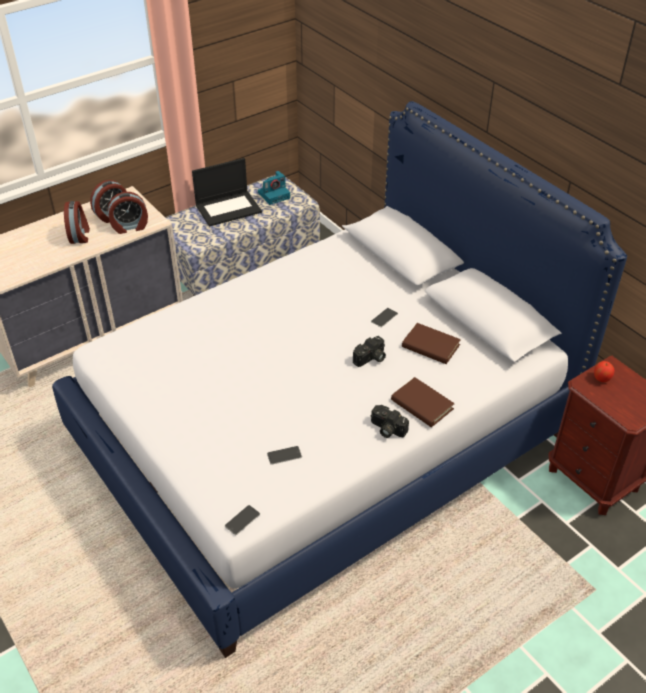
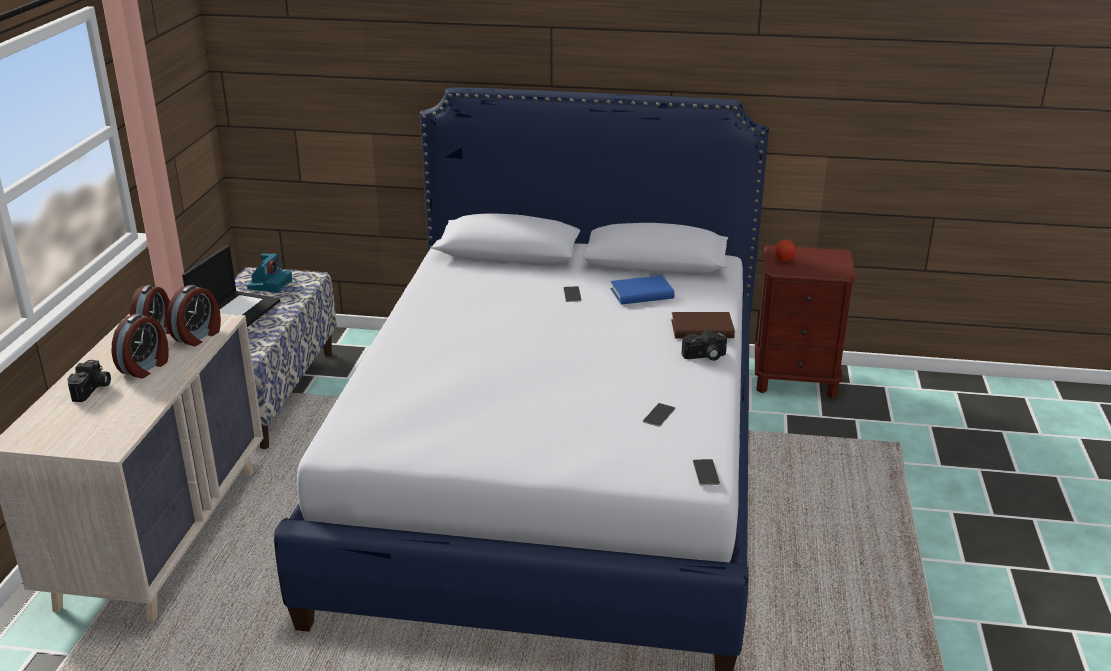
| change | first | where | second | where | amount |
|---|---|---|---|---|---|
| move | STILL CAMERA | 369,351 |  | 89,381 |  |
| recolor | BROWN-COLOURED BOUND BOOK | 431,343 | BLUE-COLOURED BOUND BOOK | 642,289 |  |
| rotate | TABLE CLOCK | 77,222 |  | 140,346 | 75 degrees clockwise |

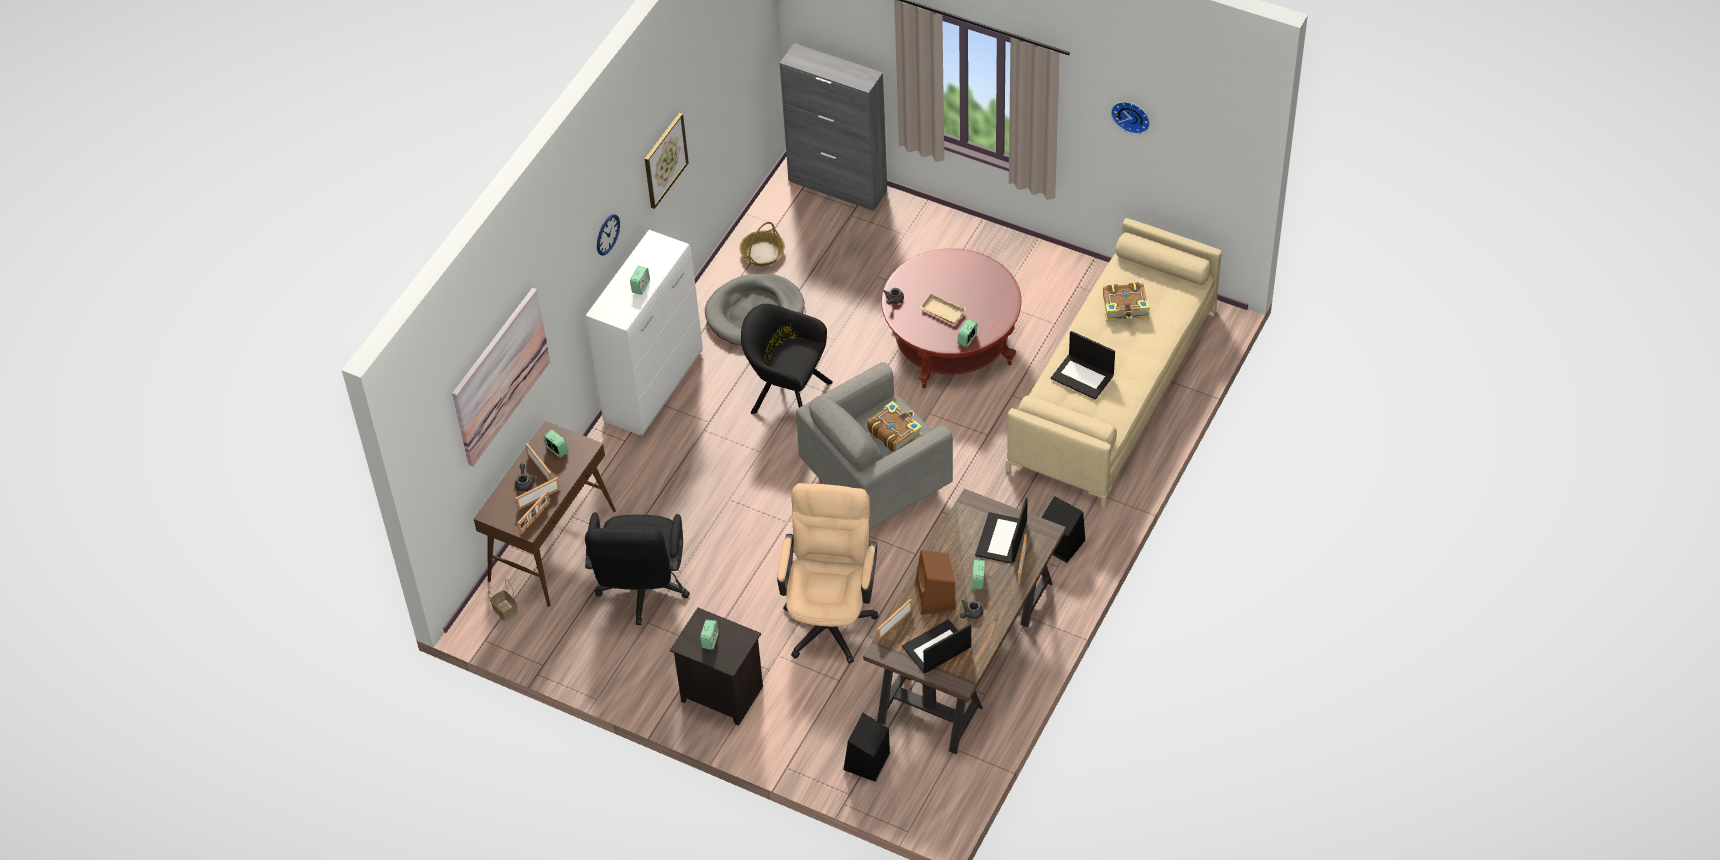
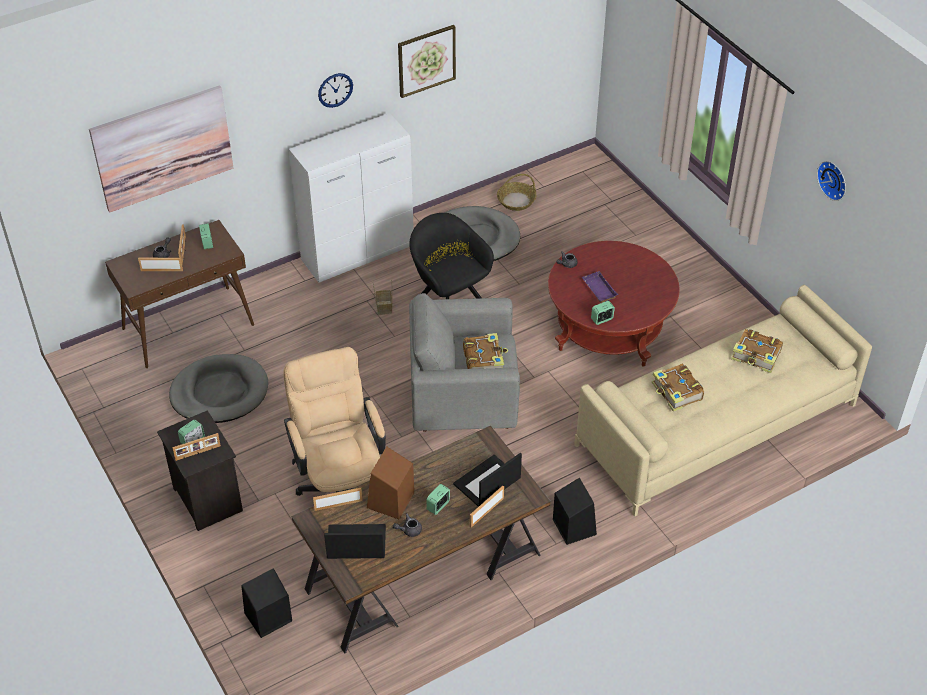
| change | first | where | second | where | amount |
|---|---|---|---|---|---|
| delete | TABLE CLOCK | 640,280 |  |  |  |
| delete | GREY CABINET | 833,127 |  |  |  |
| move | STORAGE BASKET | 503,600 |  | 383,297 |  |
| move | PHOTO FRAME | 533,513 |  | 196,447 |  |
| replace | BLACK COMPUTER CHAIR | 637,568 | GREY PET BED | 218,388 |  |
| replace | NOTEBOOK COMPUTER | 1083,365 | BOUND BOOK | 678,388 |  |
| recolor | SAND-COLOURED TRAY | 942,308 | PURPLE-COLOURED TRAY | 600,287 |  |
| rotate | SAND-COLOURED COMPUTER CHAIR | 827,573 |  | 334,421 | 60 degrees counterclockwise |

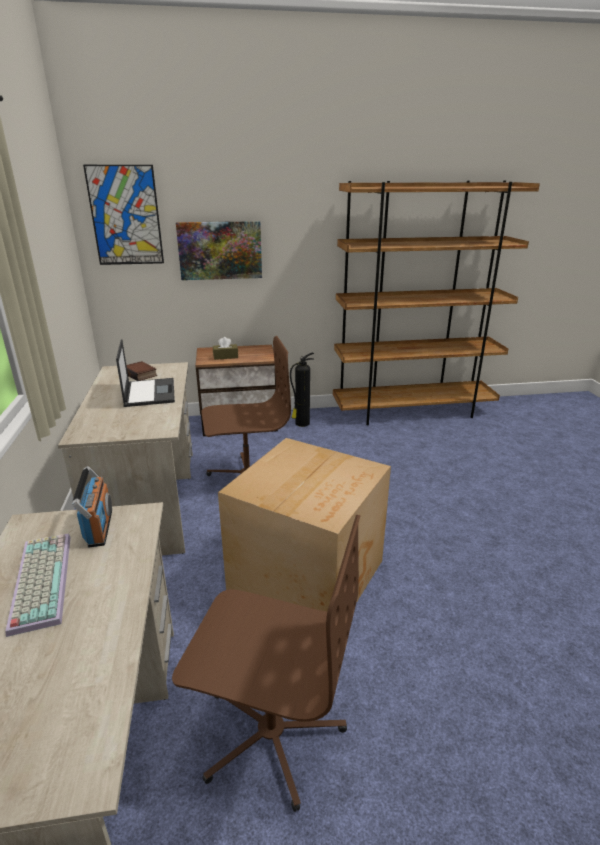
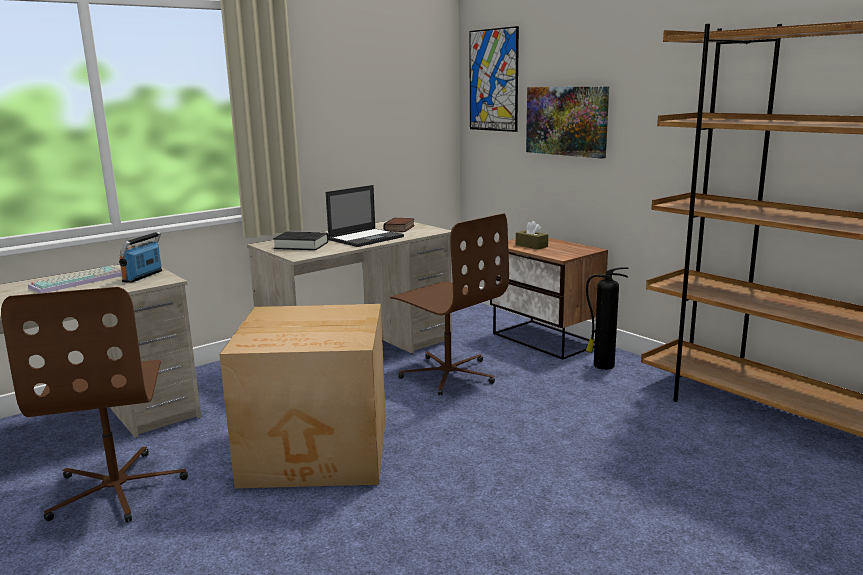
| change | first | where | second | where | amount |
|---|---|---|---|---|---|
| insert |  |  | BLACK BOUND BOOK | 300,241 |  |
| rotate | RADIO SET | 92,506 |  | 140,257 | 150 degrees clockwise |

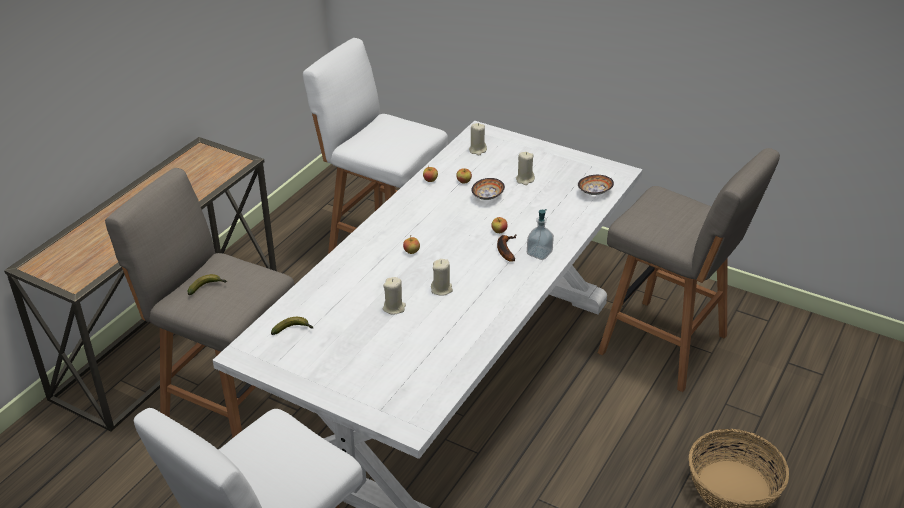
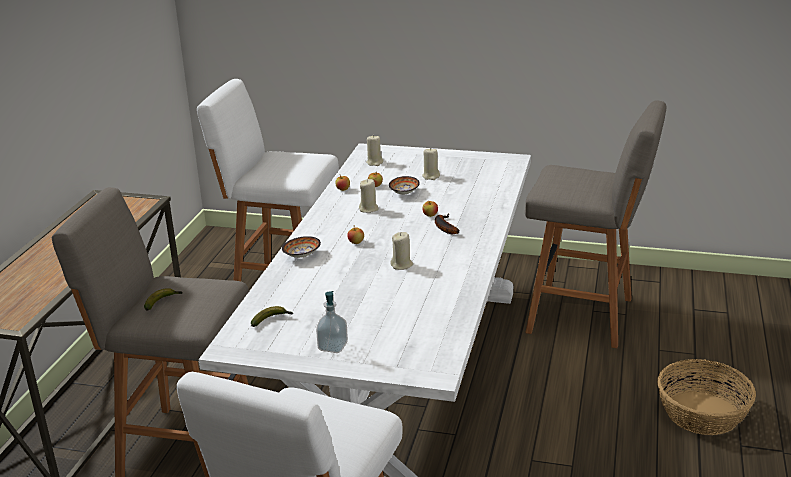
| change | first | where | second | where | amount |
|---|---|---|---|---|---|
| move | SAND-COLOURED CANDLE | 394,296 |  | 369,196 |  |
| move | SOAP BOTTLE | 540,234 |  | 332,322 |  |
| move | BOWL | 596,185 |  | 301,247 |  |

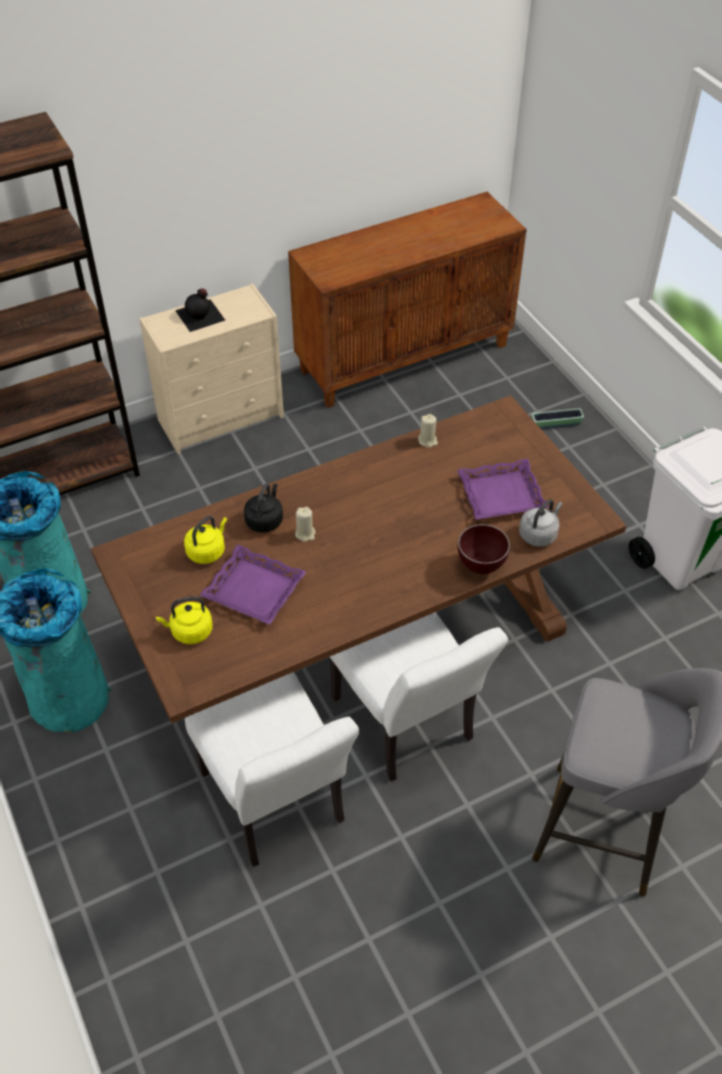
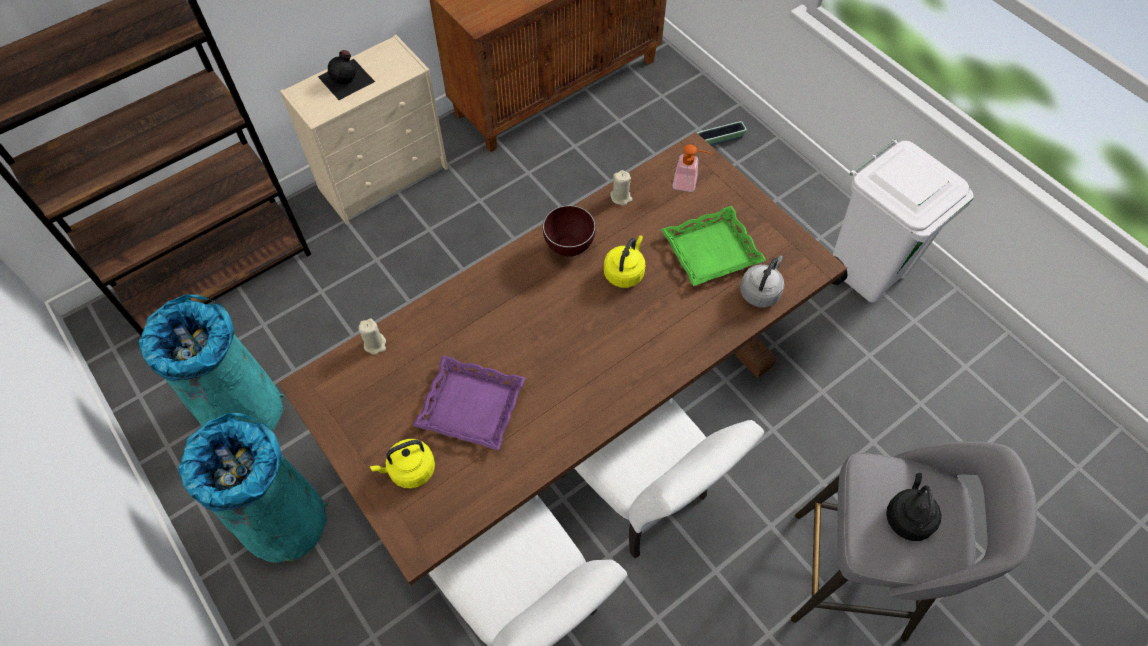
| change | first | where | second | where | amount |
|---|---|---|---|---|---|
| insert |  |  | SOAP BOTTLE | 692,168 |  |
| move | YELLOW-COLOURED WATER KETTLE | 205,540 |  | 624,262 |  |
| move | BLACK WATER KETTLE | 263,508 |  | 913,507 |  |
| move | SAND-COLOURED CANDLE | 305,524 |  | 372,336 |  |
| move | BROWN-COLOURED BOWL | 484,549 |  | 569,231 |  |
| recolor | PURPLE-COLOURED TRAY | 503,489 | GREEN-COLOURED TRAY | 713,246 |  |

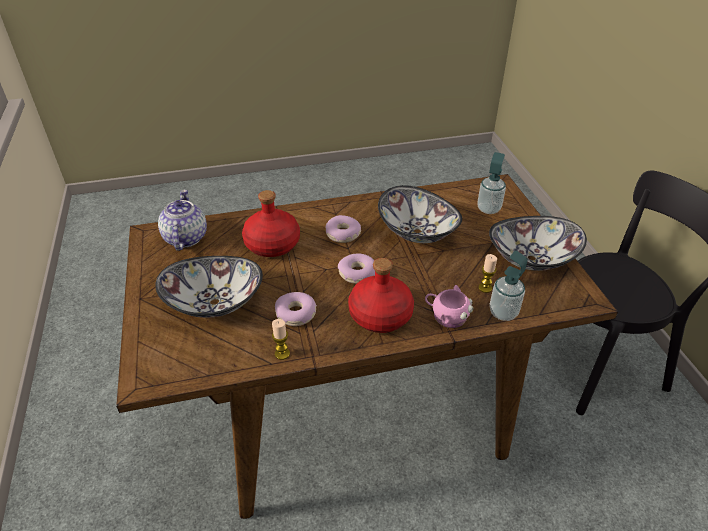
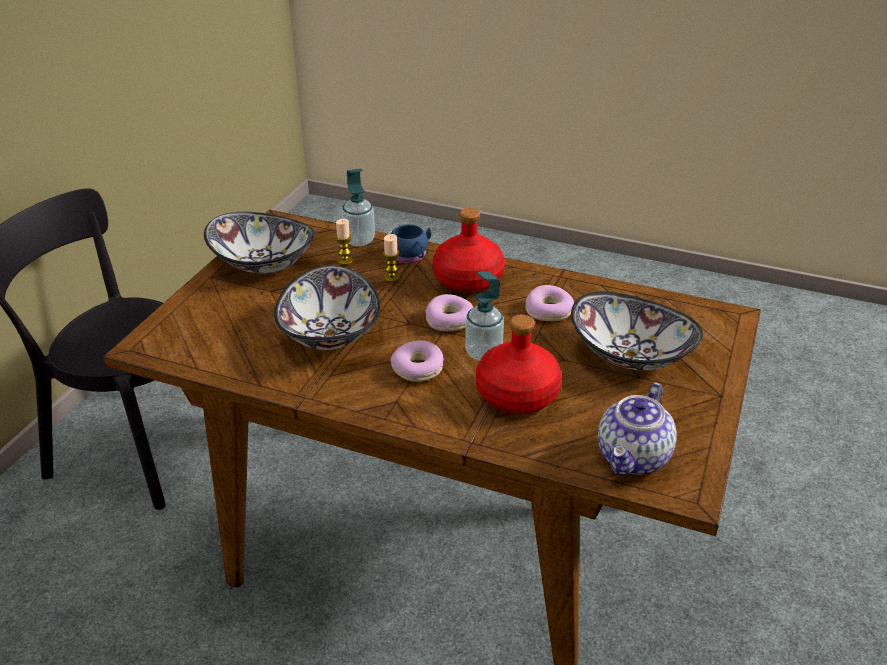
| change | first | where | second | where | amount |
|---|---|---|---|---|---|
| move | CANDLE | 281,339 |  | 391,258 |  |
| move | SOAP BOTTLE | 491,183 |  | 484,316 |  |
| recolor | PINK-COLOURED TEA MUG | 449,306 | BLUE-COLOURED TEA MUG | 409,243 |  |

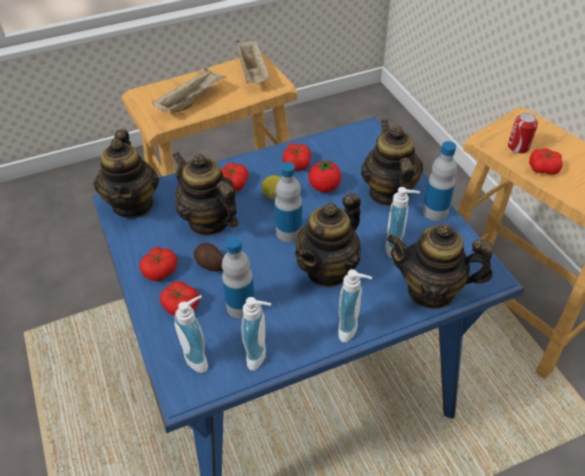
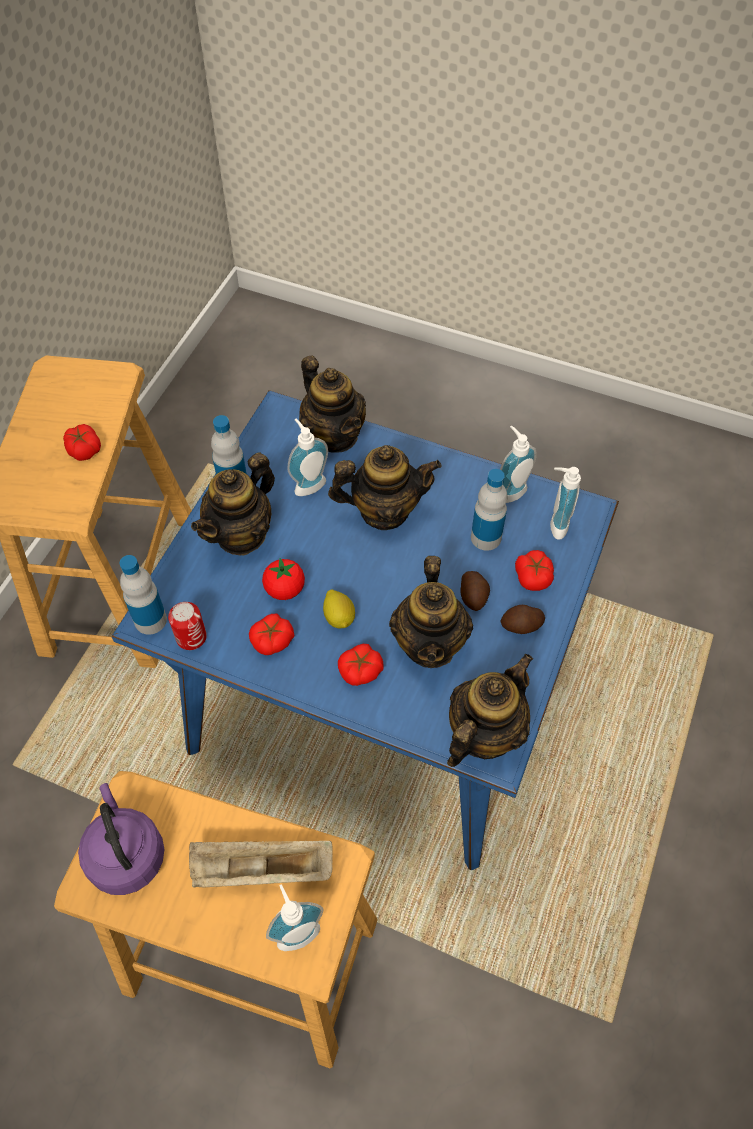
| change | first | where | second | where | amount |
|---|---|---|---|---|---|
| move | BEVERAGE BOTTLE | 288,202 |  | 143,595 |  |
| move | SOAP BOTTLE | 355,306 |  | 294,917 |  |
| move | SEALED CAN | 523,133 |  | 187,626 |  |
| replace | TOMATO | 158,264 | SPUD | 523,619 |  |
| replace | SAND-COLOURED TRAY | 253,61 | PURPLE-COLOURED WATER KETTLE | 121,839 |  |

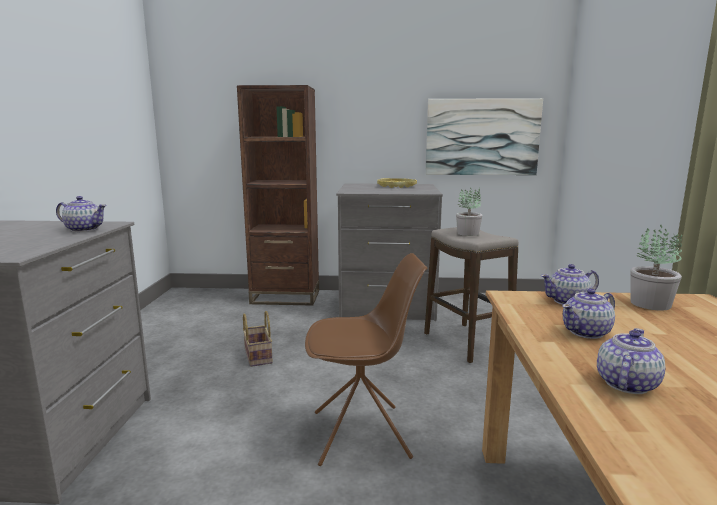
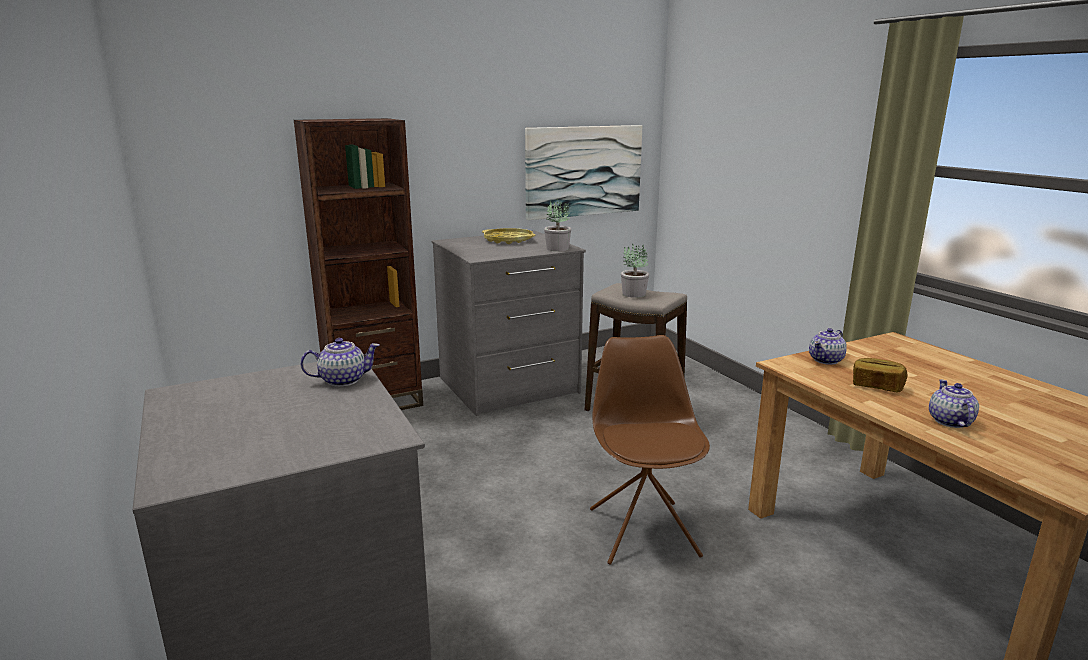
| change | first | where | second | where | amount |
|---|---|---|---|---|---|
| delete | STORAGE BASKET | 258,339 |  |  |  |
| move | PLANT IN A POT | 656,267 |  | 557,225 |  |
| replace | TEA POT | 588,314 | BAKERY BREAD | 880,375 |  |
| rotate | BROWN-COLOURED PLAIN CHAIR | 366,359 |  | 650,450 | 60 degrees counterclockwise |

